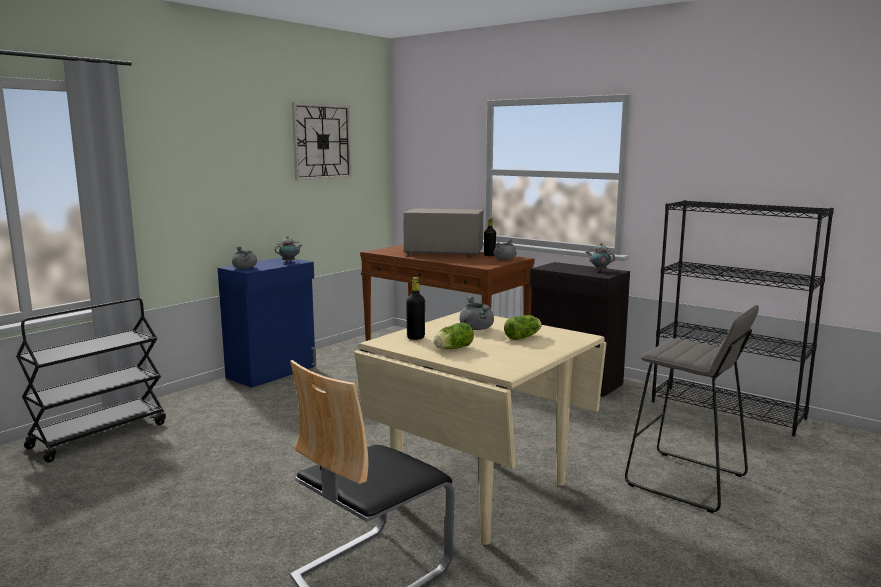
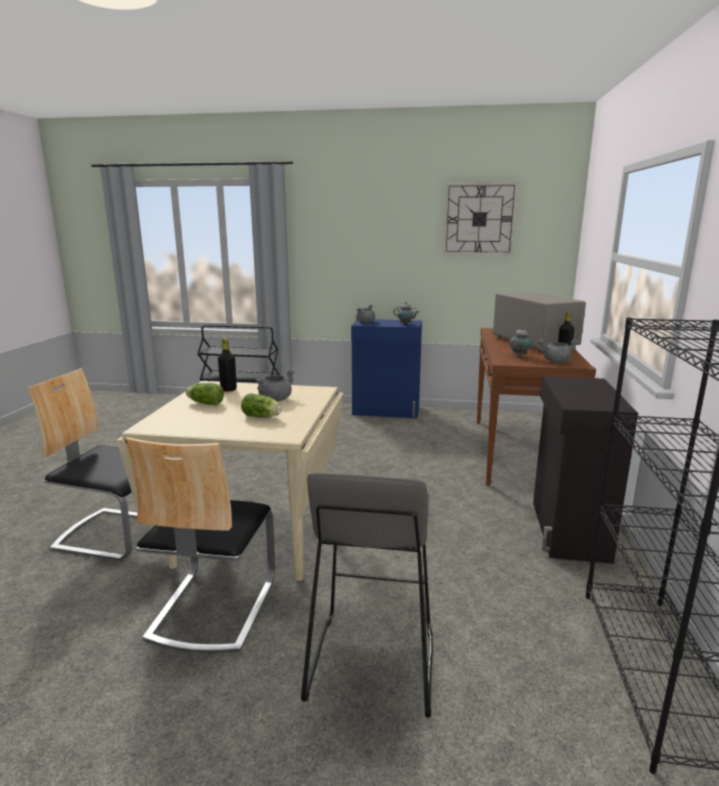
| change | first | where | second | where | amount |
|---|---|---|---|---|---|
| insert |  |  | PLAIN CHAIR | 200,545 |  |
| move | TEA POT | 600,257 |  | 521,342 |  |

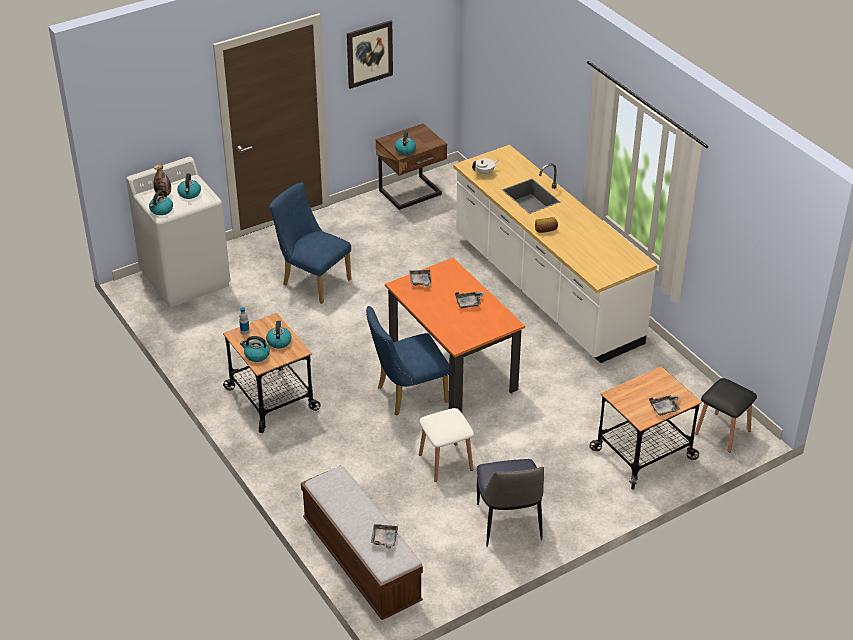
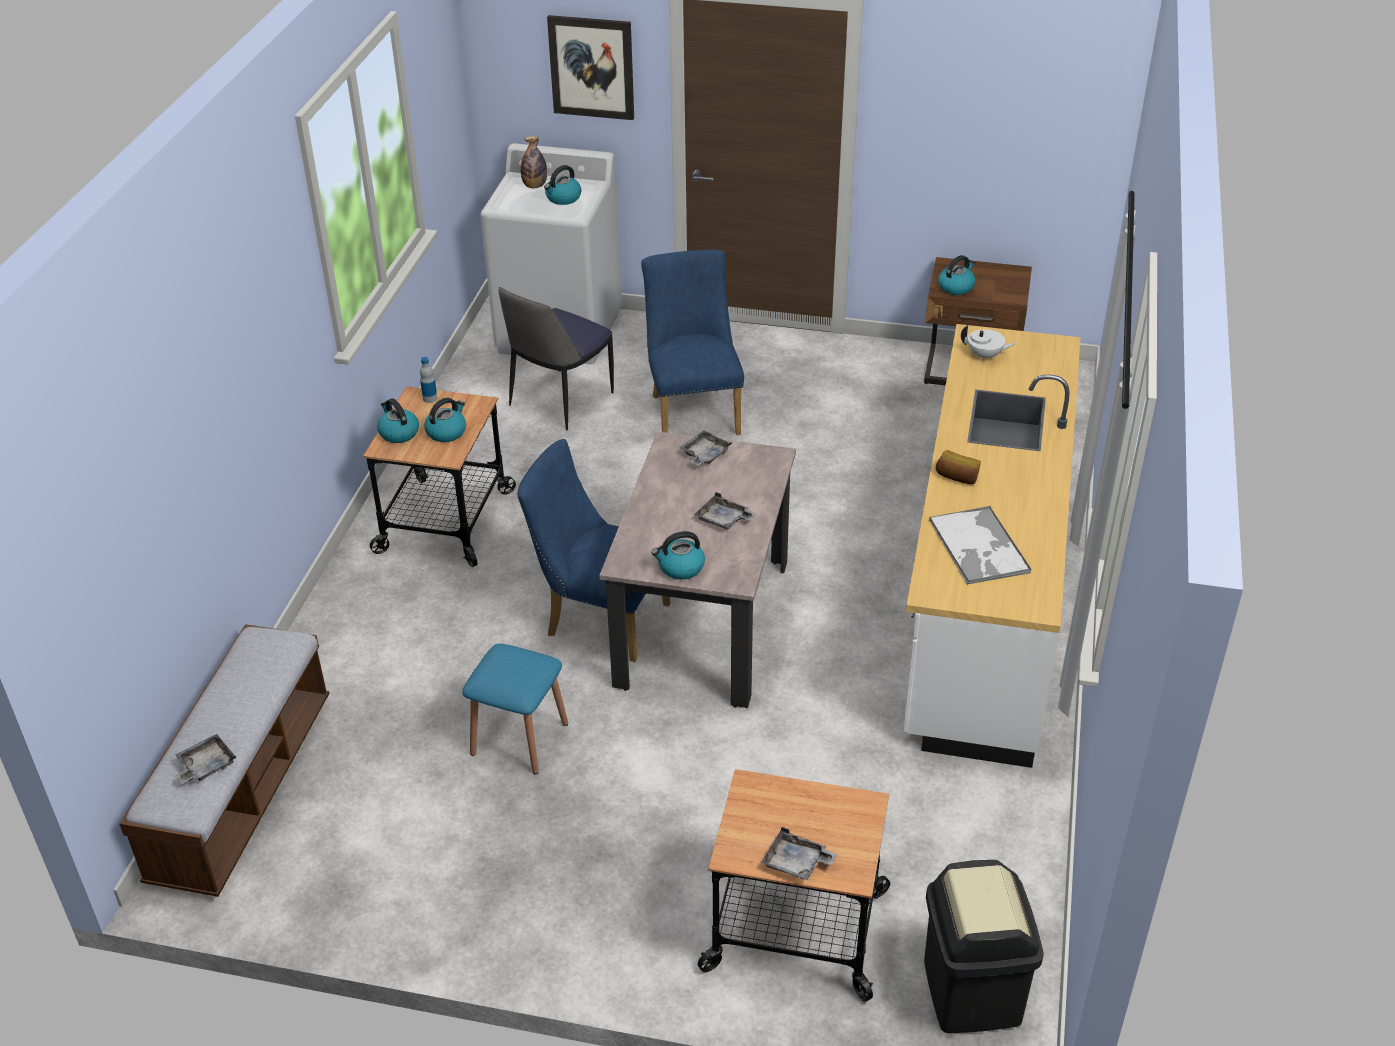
| change | first | where | second | where | amount |
|---|---|---|---|---|---|
| insert |  |  | TRAY | 980,545 |  |
| move | WATER KETTLE | 161,202 |  | 678,555 |  |
| move | PICTURE | 370,54 |  | 590,67 |  |
| move | PLAIN CHAIR | 510,503 |  | 556,358 |  |
| replace | BLACK STOOL | 726,415 | BLACK TRASH CAN | 984,946 |  |
| recolor | ORANGE KITCHEN TABLE | 455,335 | SAND-COLOURED KITCHEN TABLE | 697,570 |  |
| recolor | WHITISH STOOL | 446,445 | BLUE-COLOURED STOOL | 515,709 |  |

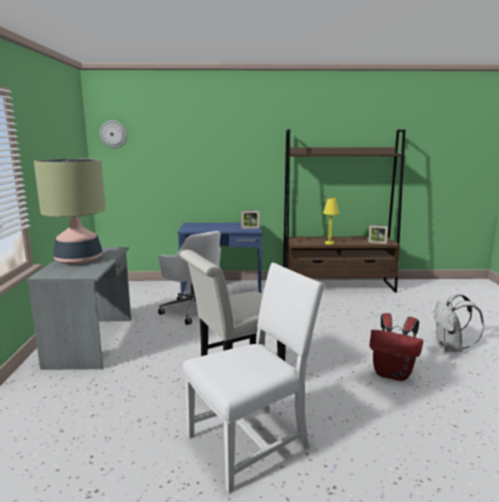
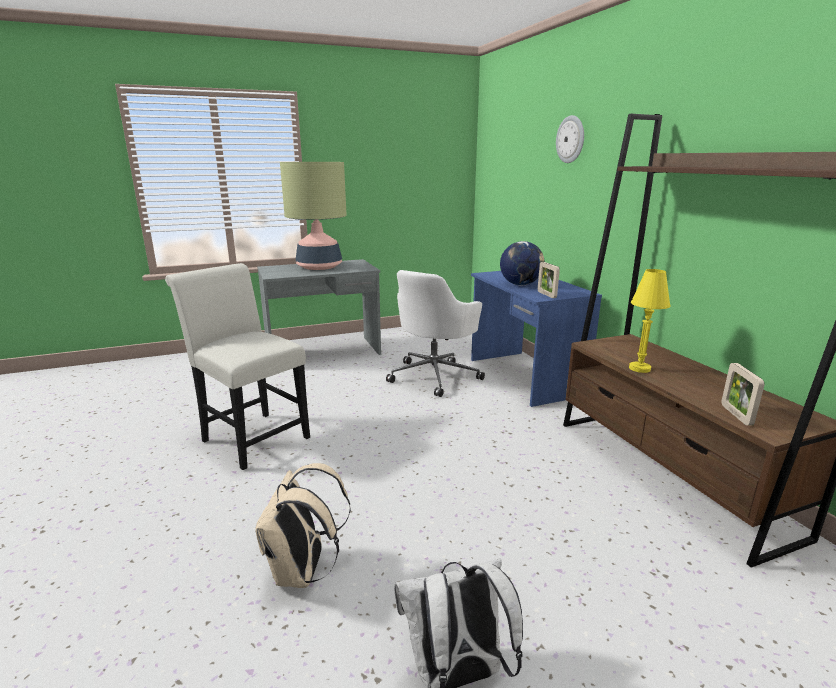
| change | first | where | second | where | amount |
|---|---|---|---|---|---|
| delete | WHITISH PLAIN CHAIR | 254,378 |  |  |  |
| insert |  |  | DESK GLOBE | 522,263 |  |
| move | HANGING CLOCK | 113,134 |  | 570,139 |  |
| recolor | RED-COLOURED KNAPSACK | 396,347 | SAND-COLOURED KNAPSACK | 303,525 |  |

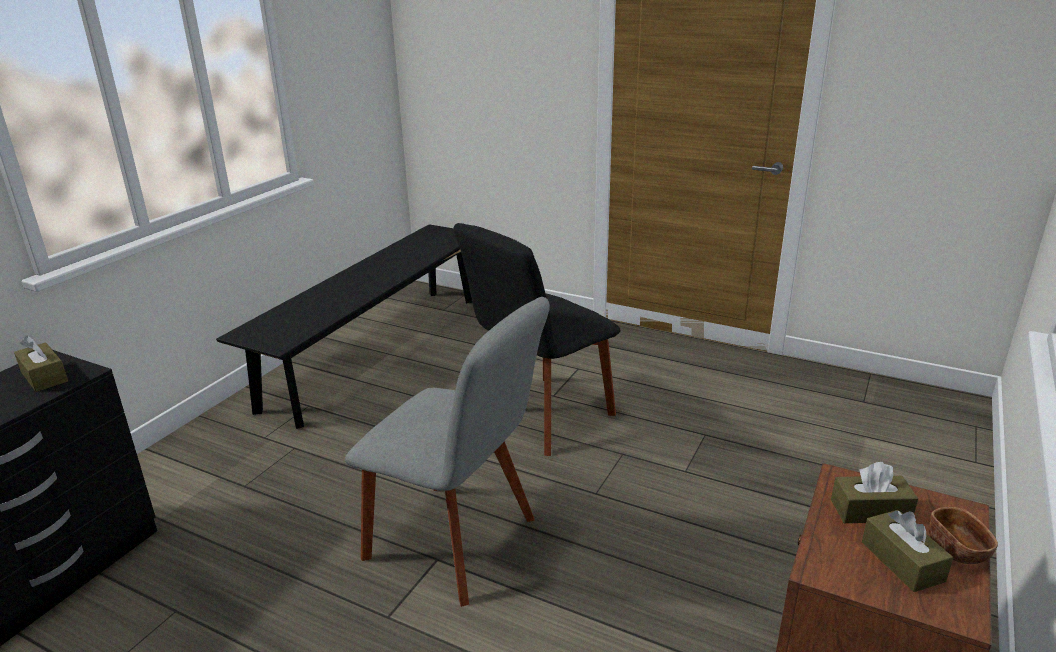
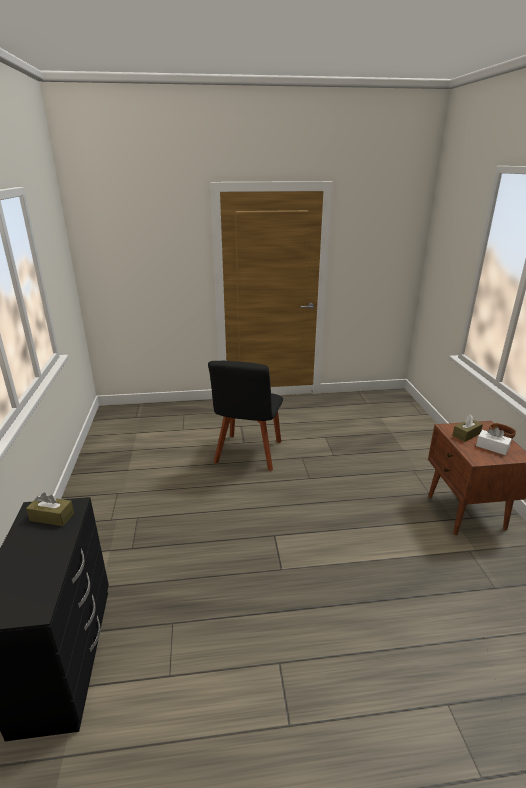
| change | first | where | second | where | amount |
|---|---|---|---|---|---|
| delete | BLACK BENCH | 344,326 |  |  |  |
| delete | GREY PLAIN CHAIR | 447,452 |  |  |  |
| recolor | BROWN-COLOURED TISSUE BOX | 907,551 | WHITISH TISSUE BOX | 494,441 |  |

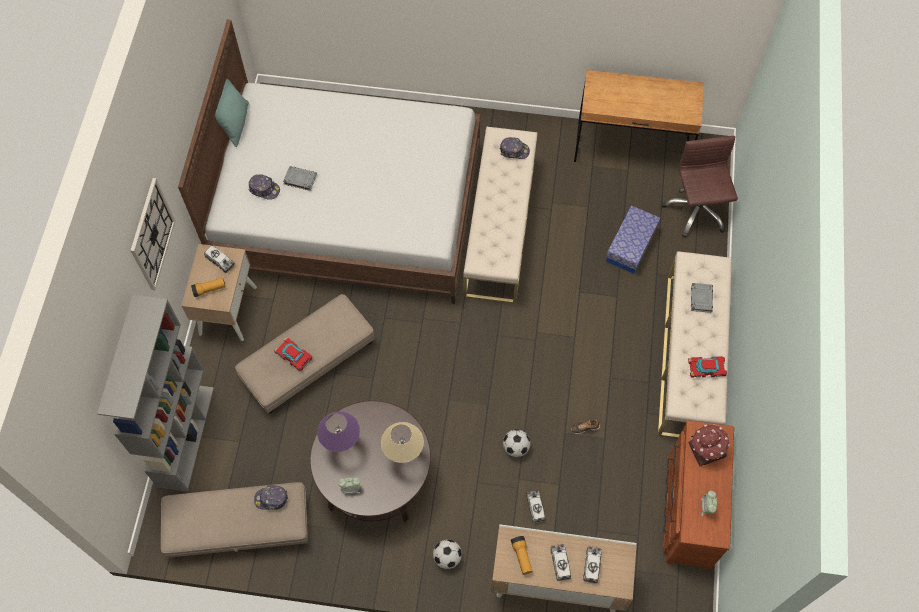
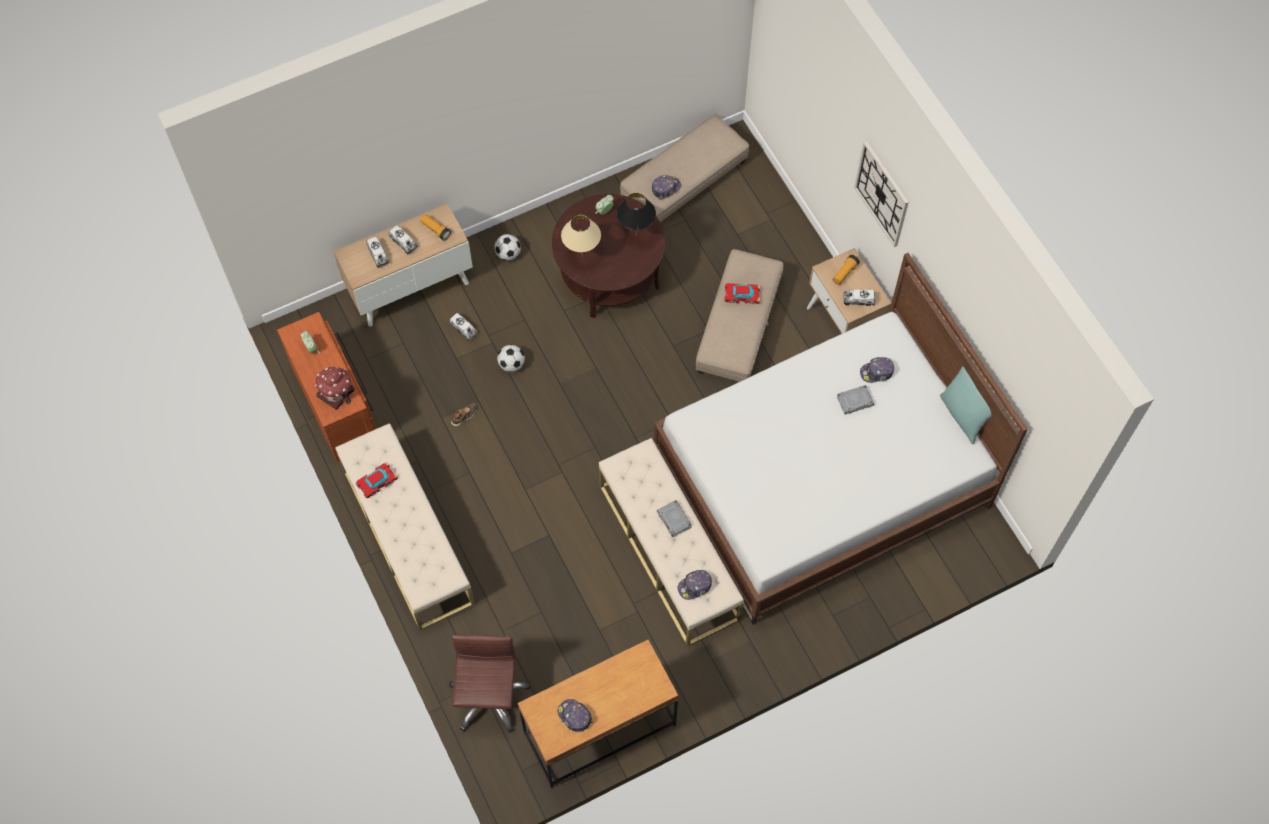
| change | first | where | second | where | amount |
|---|---|---|---|---|---|
| delete | GREY SHELVING UNIT | 155,393 |  |  |  |
| delete | STORAGE CONTAINER | 633,240 |  |  |  |
| insert |  |  | PEAKED CAP | 575,715 |  |
| move | GREY BOUND BOOK | 702,298 |  | 674,518 |  |
| recolor | PURPLE-COLOURED LAMP FOR A TABLE | 338,431 | BLACK LAMP FOR A TABLE | 636,211 |  |
| rotate | BROWN-COLOURED COMPUTER CHAIR | 700,187 |  | 490,683 | 135 degrees counterclockwise |

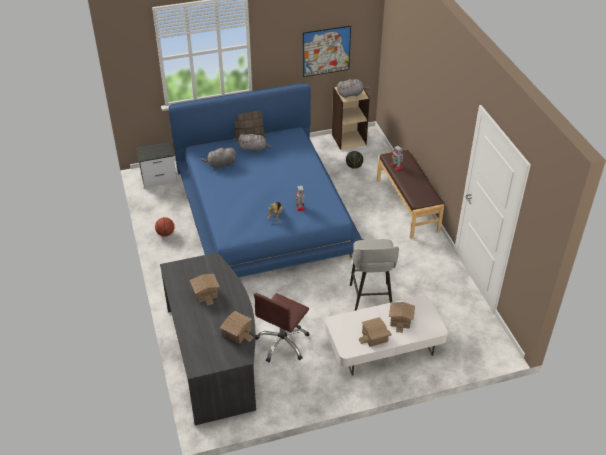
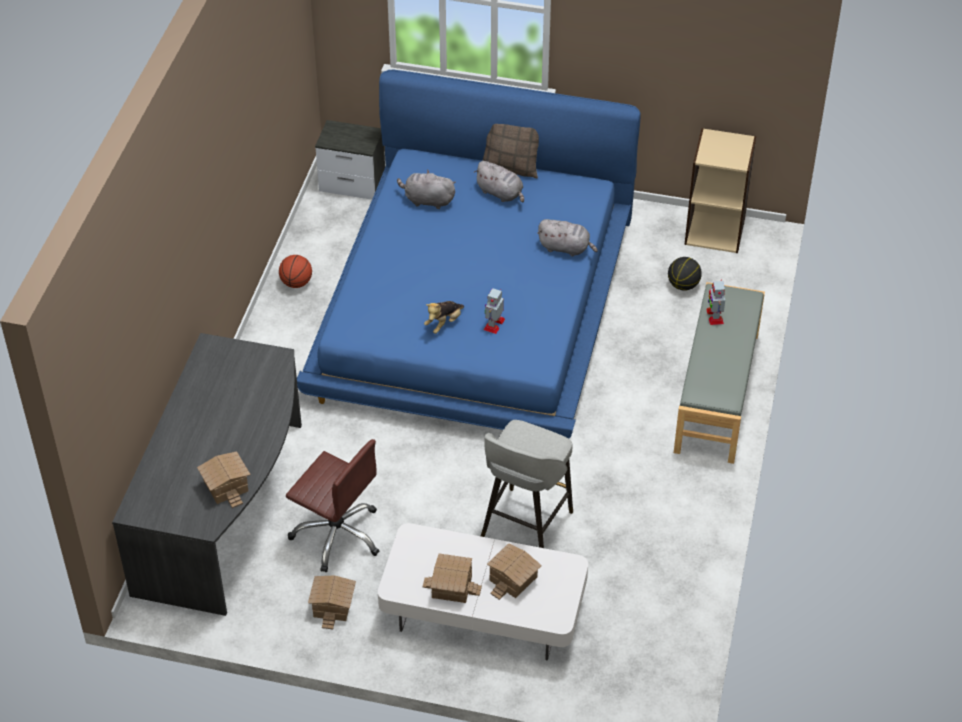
| change | first | where | second | where | amount |
|---|---|---|---|---|---|
| delete | PICTURE | 327,51 |  |  |  |
| move | TOY HOUSE | 205,290 |  | 332,602 |  |
| move | GREY PLUSH TOY | 353,88 |  | 567,237 |  |
| recolor | BROWN-COLOURED BENCH | 410,193 | GREY BENCH | 719,373 |  |
| rotate | BROWN-COLOURED COMPUTER CHAIR | 282,327 |  | 332,505 | 120 degrees counterclockwise |

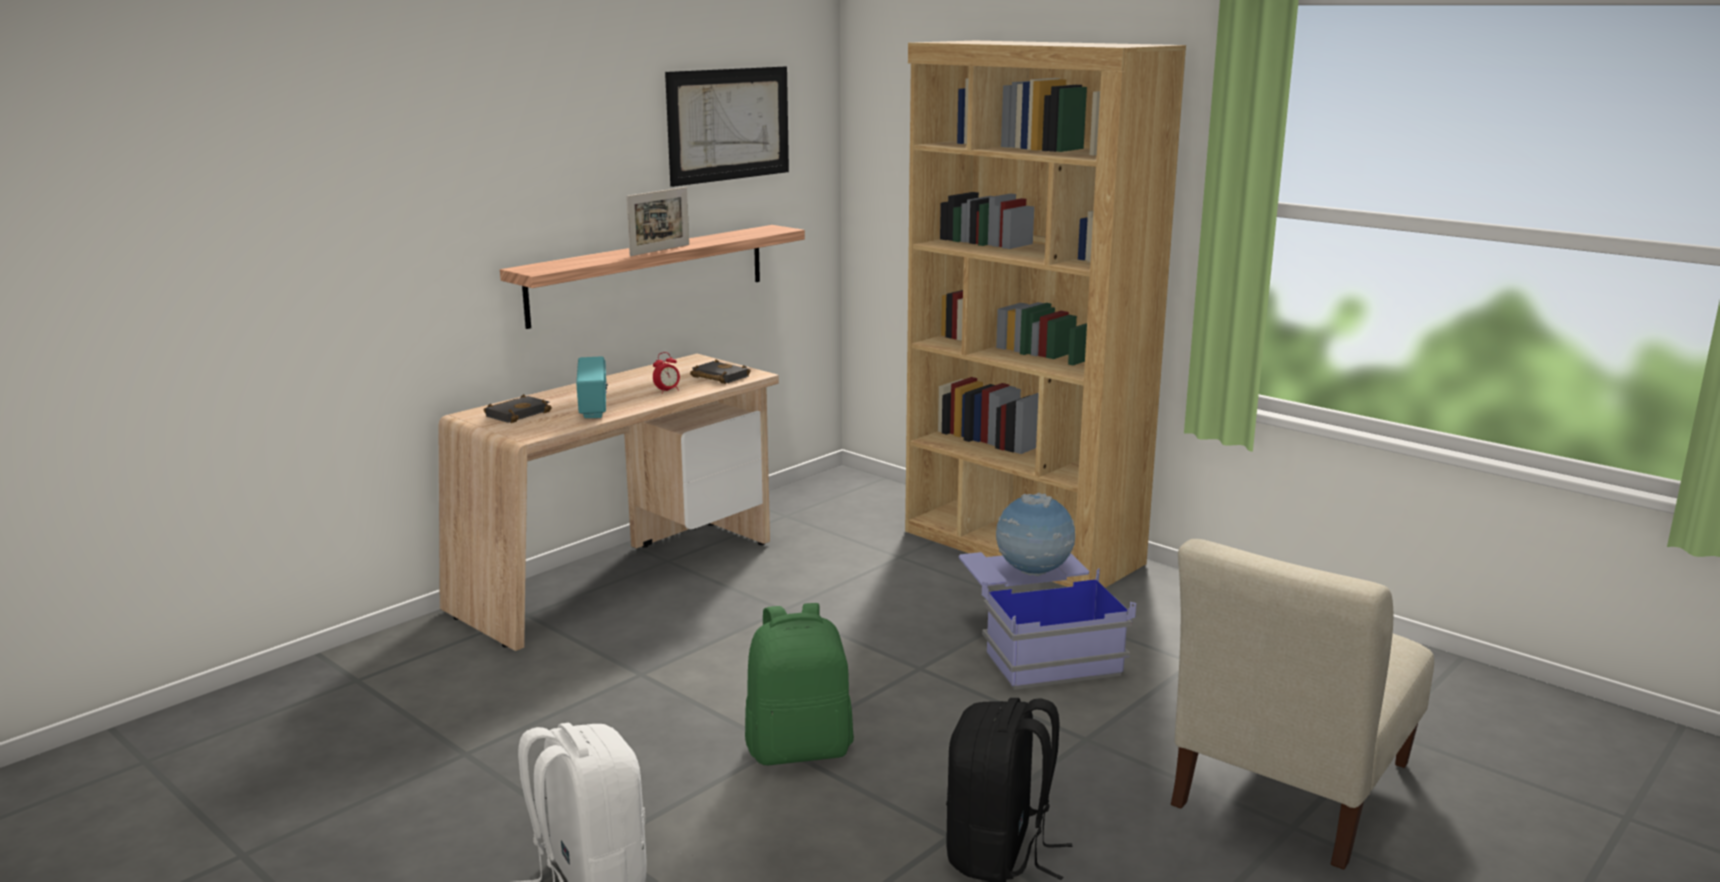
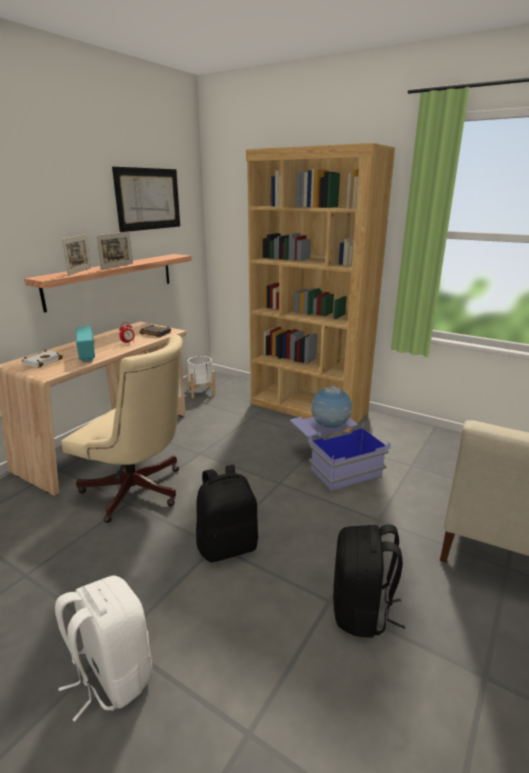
| change | first | where | second | where | amount |
|---|---|---|---|---|---|
| insert |  |  | SAND-COLOURED COMPUTER CHAIR | 122,429 |  |
| insert |  |  | PHOTO FRAME | 76,255 |  |
| insert |  |  | WHITISH FLOWER POT | 201,377 |  |
| recolor | BLACK BOUND BOOK | 518,408 | WHITISH BOUND BOOK | 42,358 |  |
| recolor | GREEN-COLOURED KNAPSACK | 799,684 | BLACK KNAPSACK | 227,514 |  |

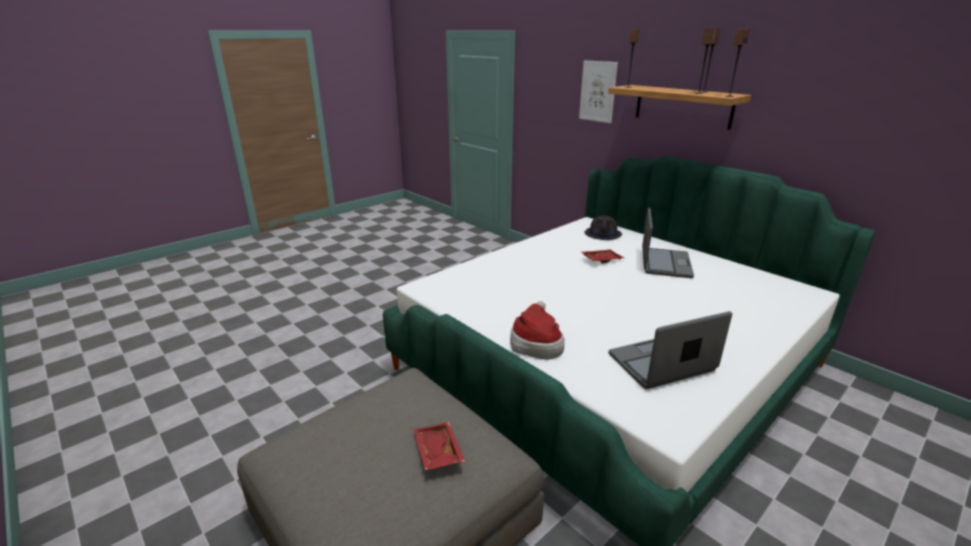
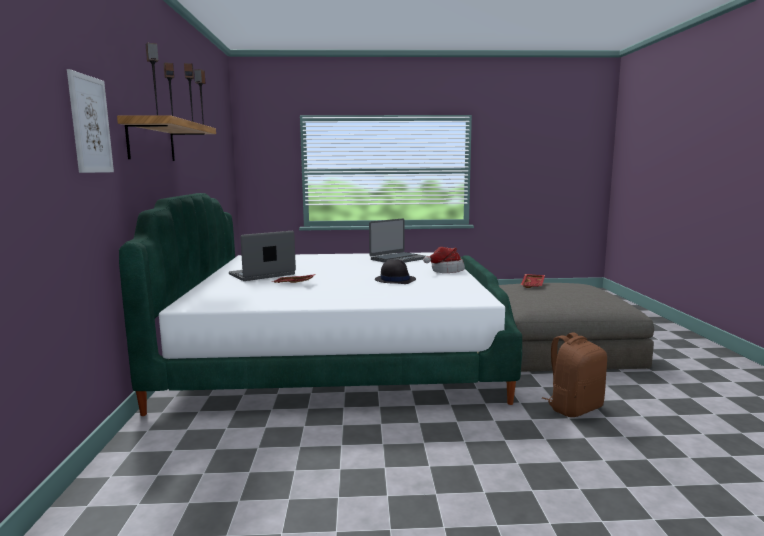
| change | first | where | second | where | amount |
|---|---|---|---|---|---|
| insert |  |  | BROWN-COLOURED KNAPSACK | 574,374 |  |
| move | BLACK WEARABLE HAT | 603,228 |  | 395,272 |  |
| rotate | NOTEBOOK COMPUTER | 670,350 |  | 397,240 | 60 degrees counterclockwise |

